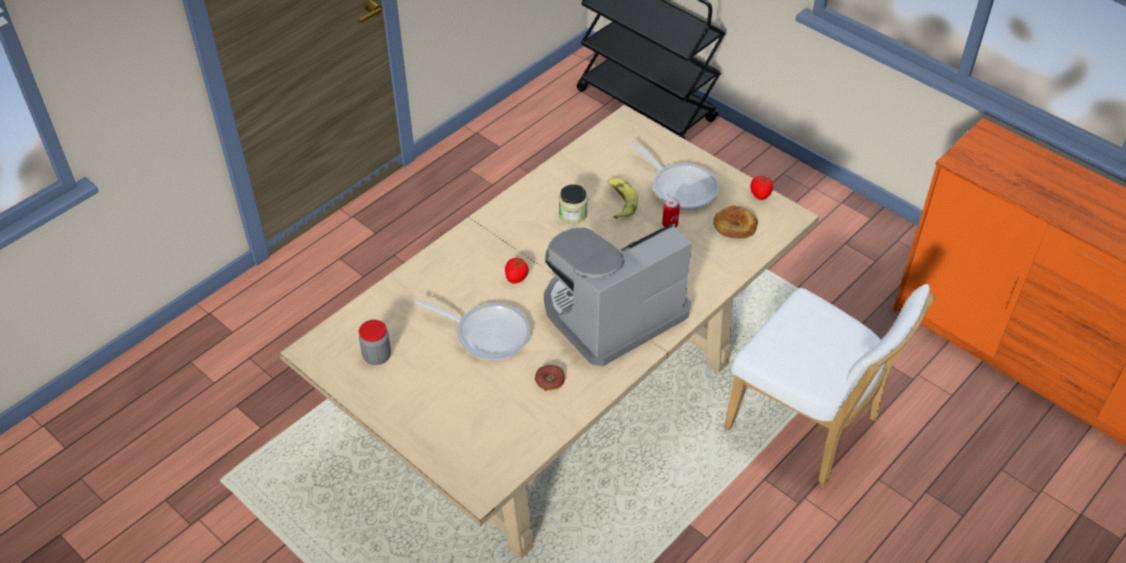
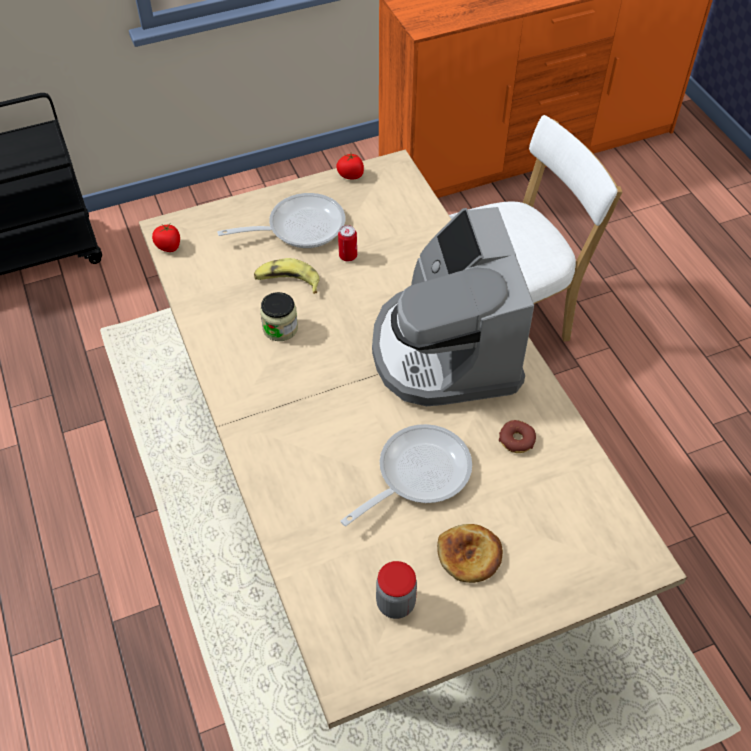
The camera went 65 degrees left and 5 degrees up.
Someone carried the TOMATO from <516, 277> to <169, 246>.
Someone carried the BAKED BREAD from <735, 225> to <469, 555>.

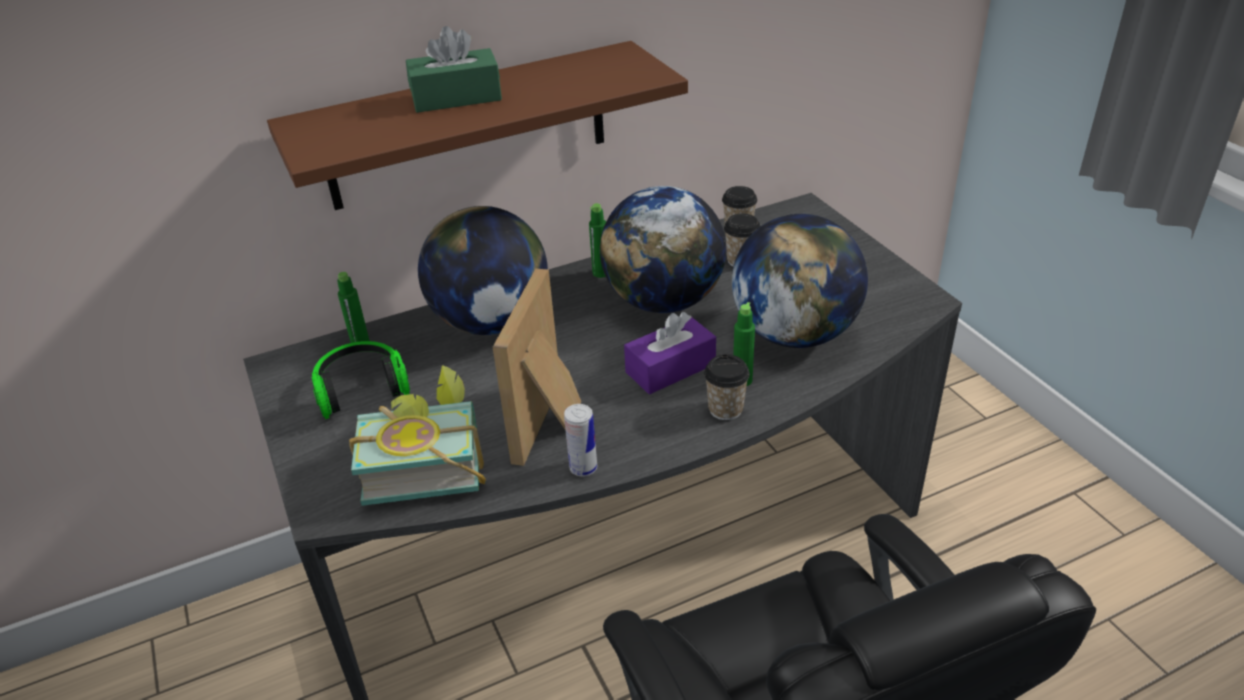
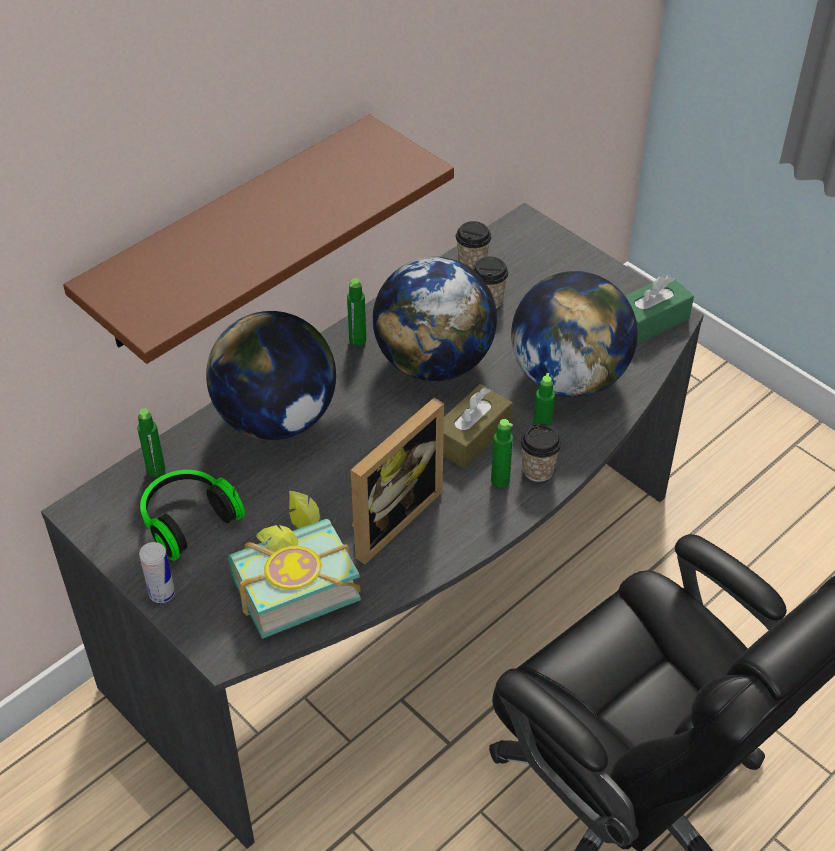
The camera went 20 degrees left and 10 degrees up.
Someone carried the GREEN-COLOURED BOX OF TISSUES from <456, 97> to <650, 321>.
Someone rotated the PICTURE FRAME at <551, 423> by 135 degrees counterclockwise.
Someone carried the CAN from <583, 468> to <162, 593>.
Someone repainted the PURPLE BOX OF TISSUES at <670, 368>, which became the BROWN BOX OF TISSUES at <472, 437>.
Someone put down the GREEN-COLOURED DRINK BOTTLE at <500, 480>.

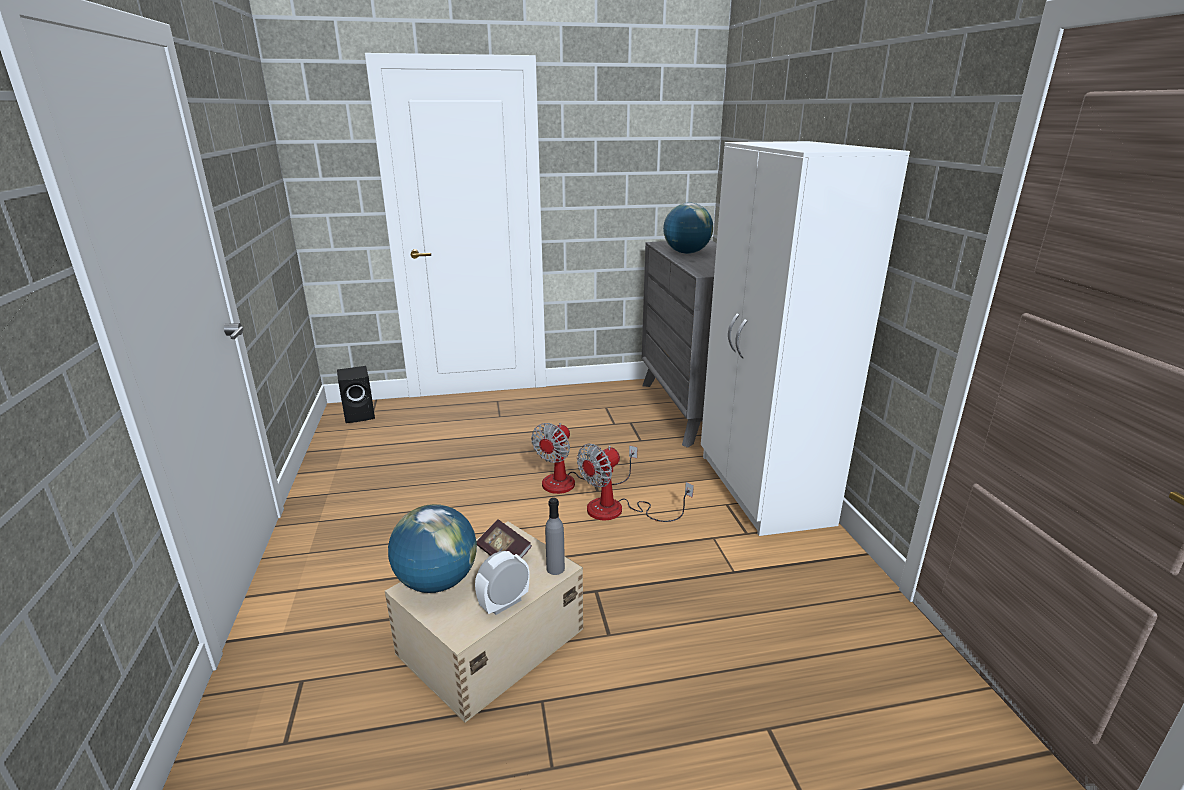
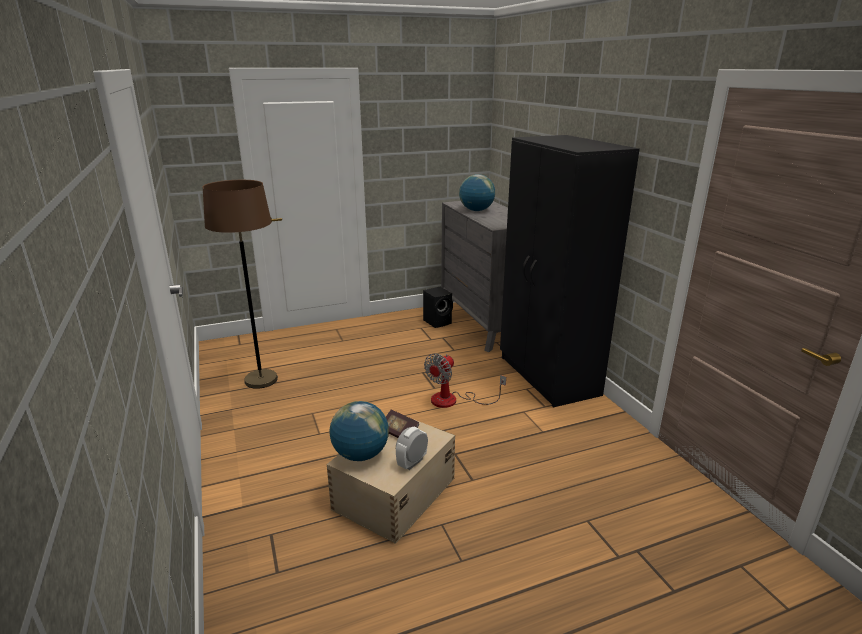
The camera went 10 degrees left and 0 degrees up.
Someone carried the BLACK AUDIO SPEAKER from <360, 415> to <438, 322>.
Someone took away the ELECTRIC FAN at <571, 483>.
Someone took away the GREYISH DRINK BOTTLE at <555, 568>.
Someone repainted the WHITISH WARDROBE at <762, 489>, which became the BLACK WARDROBE at <548, 376>.
Someone put down the BROWN STANDING LAMP at <261, 380>.

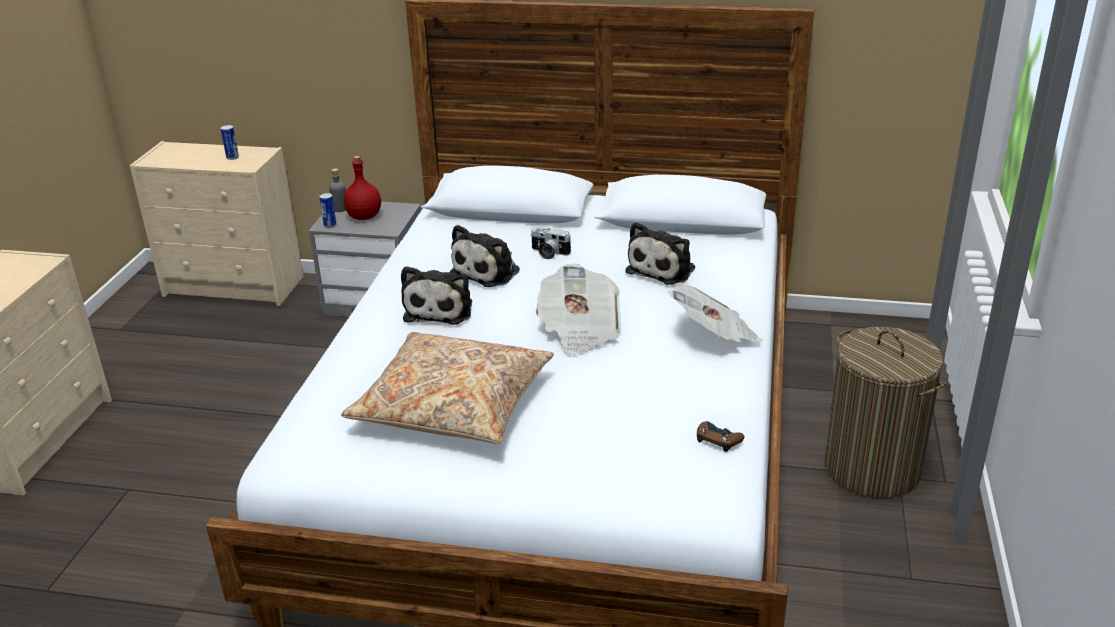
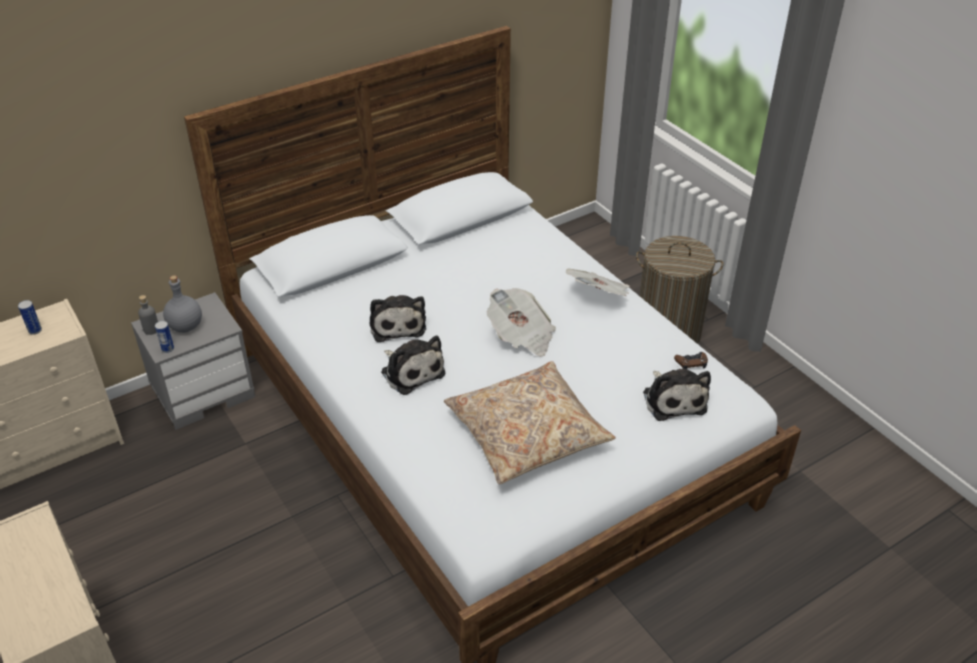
The camera went 45 degrees left and 10 degrees up.
Someone repainted the REDDISH DRINK BOTTLE at <364, 217>, which became the GREYISH DRINK BOTTLE at <186, 327>.
Someone took away the STILL CAMERA at <548, 253>.
Someone carried the CUDDLY TOY from <663, 269> to <673, 399>.

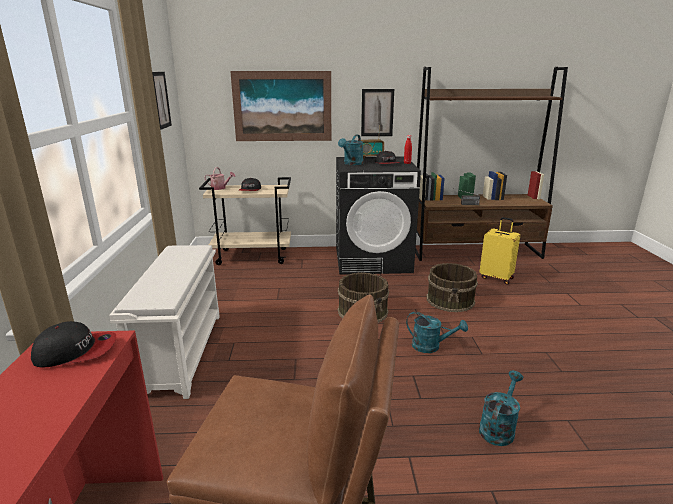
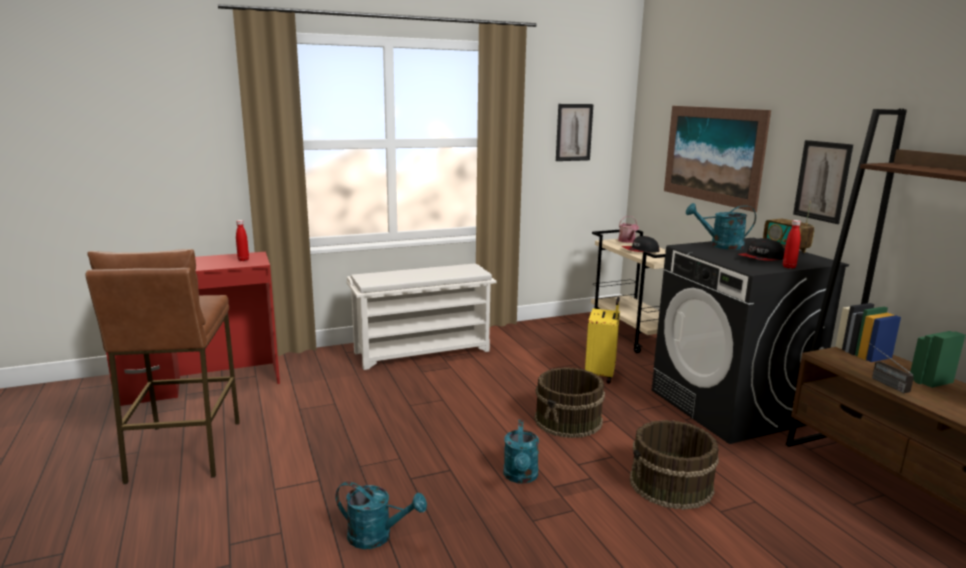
The camera went 70 degrees right and 5 degrees down.
Someone swapped the CAP at <76, 351> for the REDDISH DRINK BOTTLE at <243, 260>.
Someone carried the YELLOW TRAVEL CASE from <496, 278> to <601, 375>.

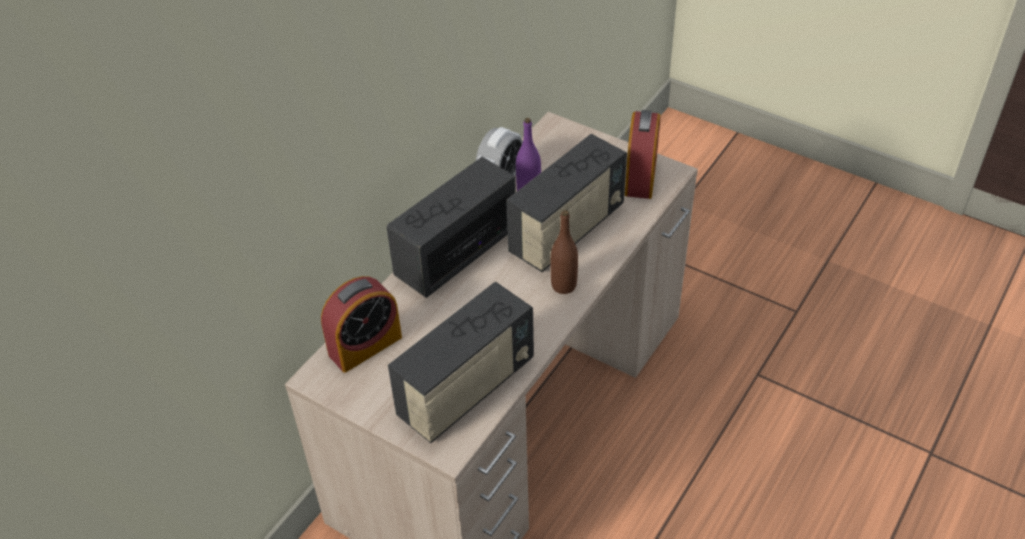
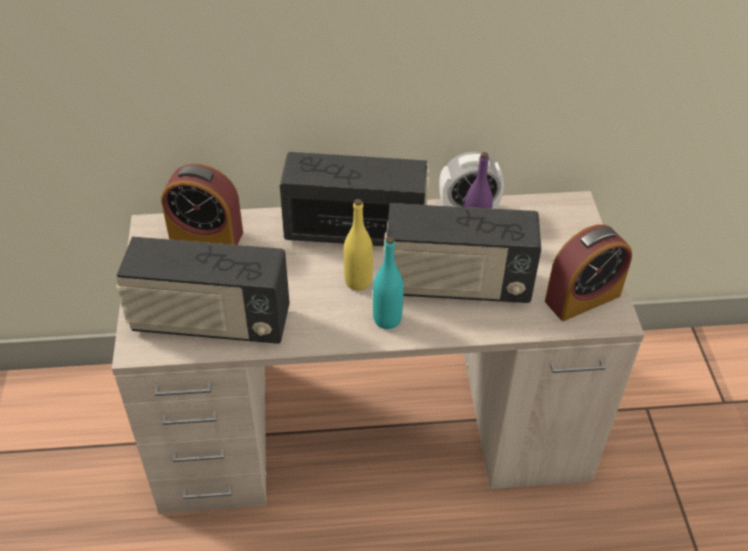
The camera went 50 degrees right and 0 degrees up.
Someone repainted the BROWN DRINK BOTTLE at <563, 285>, which became the BLUE-GREEN DRINK BOTTLE at <387, 319>.
Someone put down the YELLOW DRINK BOTTLE at <358, 281>.

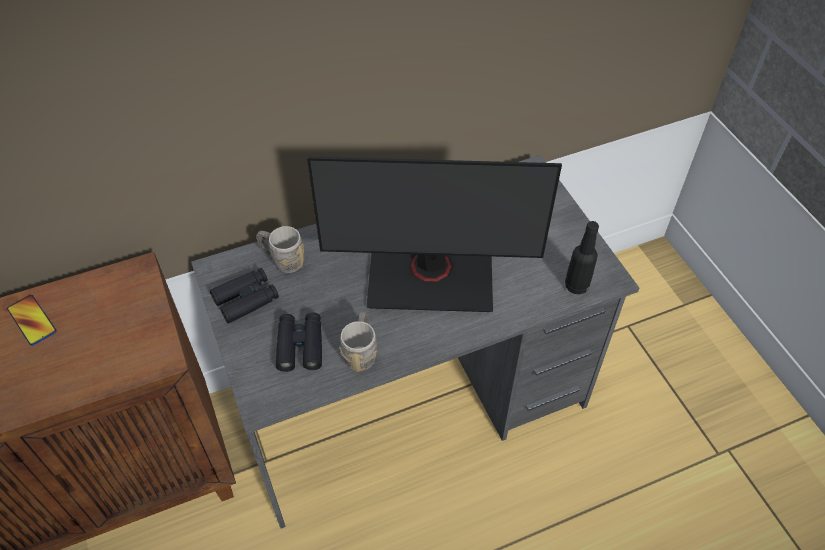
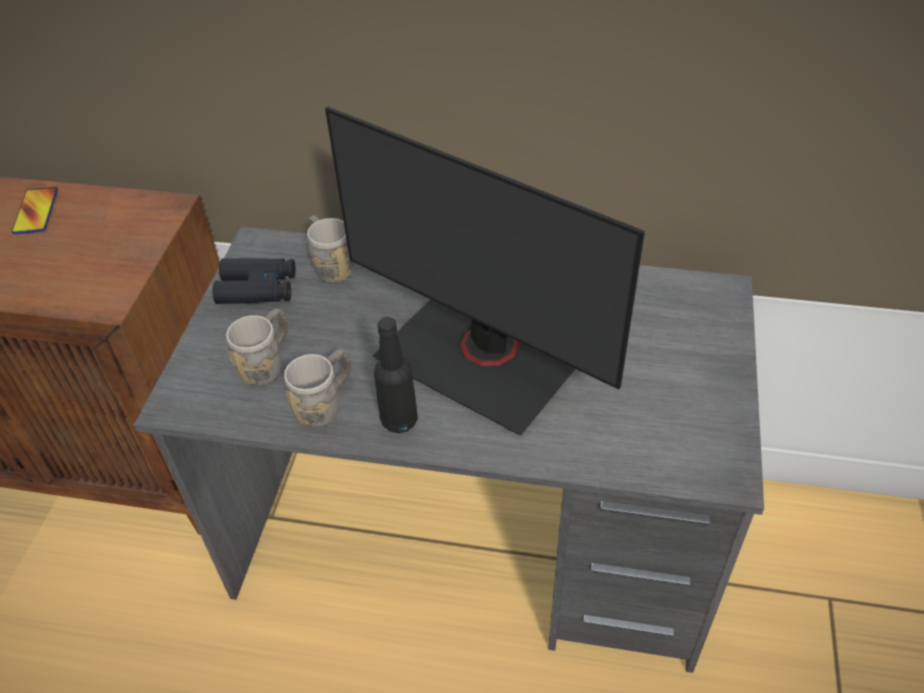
The camera went 35 degrees right and 5 degrees down.
Someone swapped the BLACK BINOCULARS at <300, 346> for the GREYISH MUG at <267, 364>.
Someone carried the BLACK DRINK BOTTLE from <576, 286> to <399, 420>.

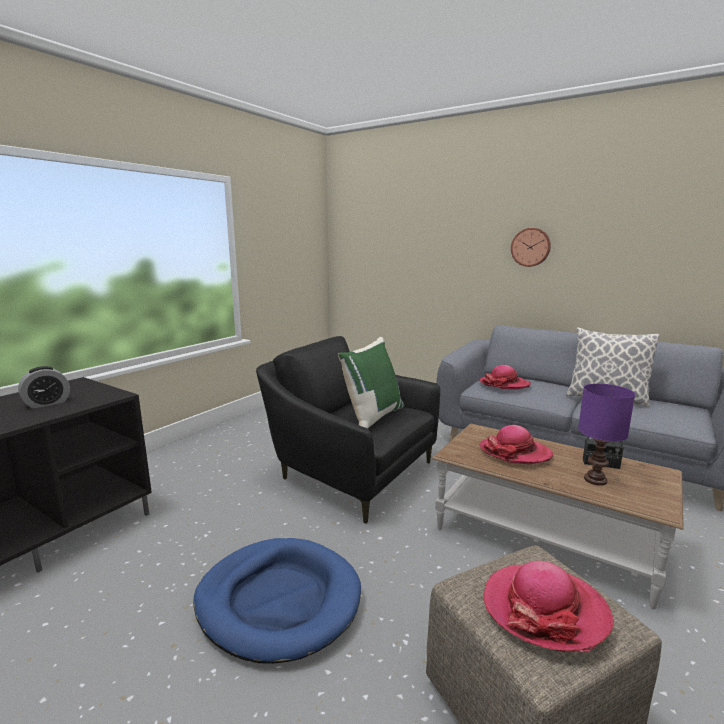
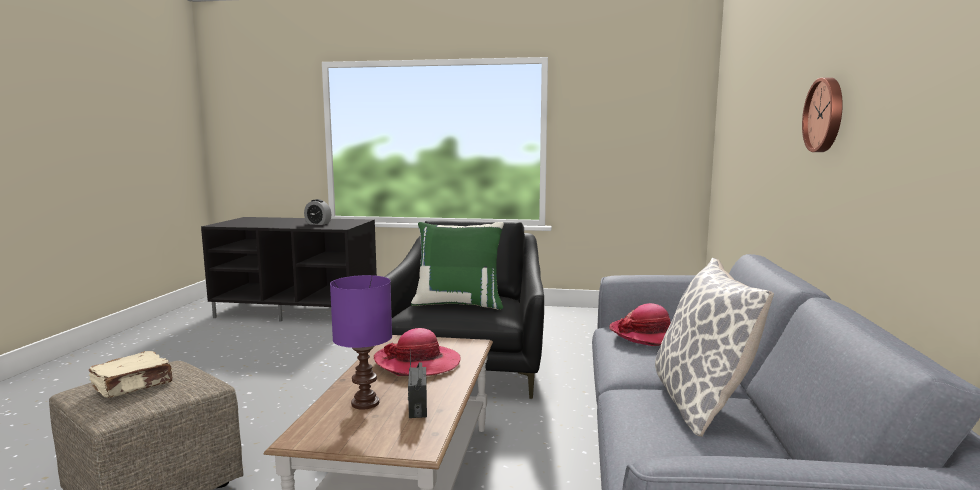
The camera went 65 degrees right and 5 degrees down.
Someone took away the BLUE PET BED at <279, 600>.
Someone swapped the HAT at <544, 609> for the SAND-COLOURED BOUND BOOK at <134, 386>.

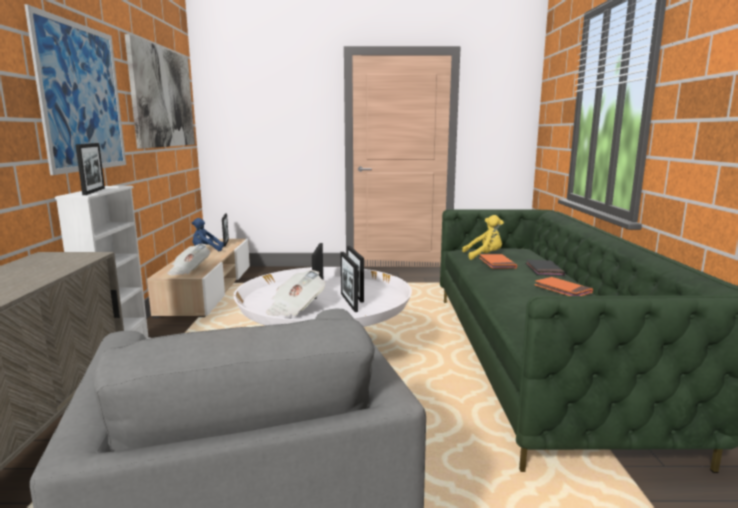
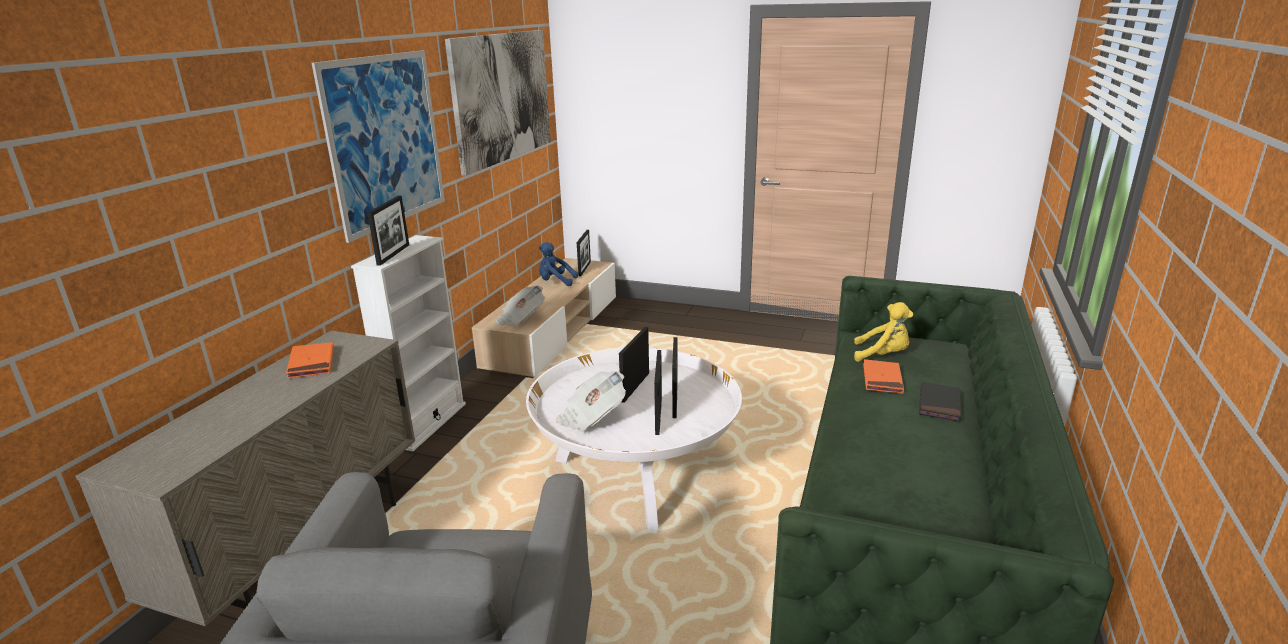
The camera went 20 degrees right and 10 degrees up.
Someone carried the ORANGEY BOUND BOOK from <562, 290> to <311, 363>.

